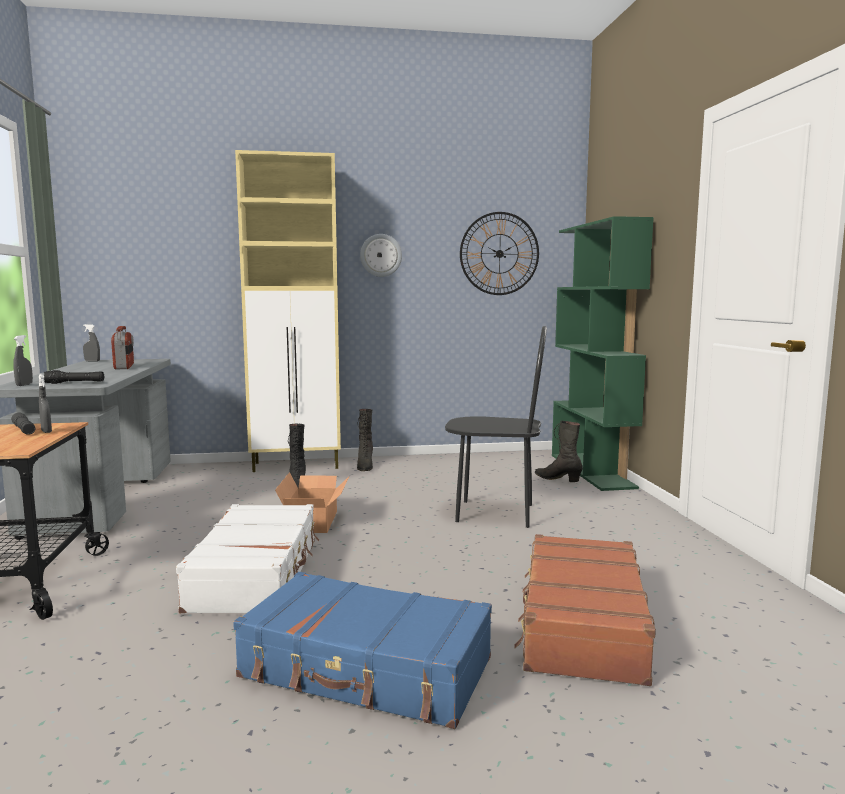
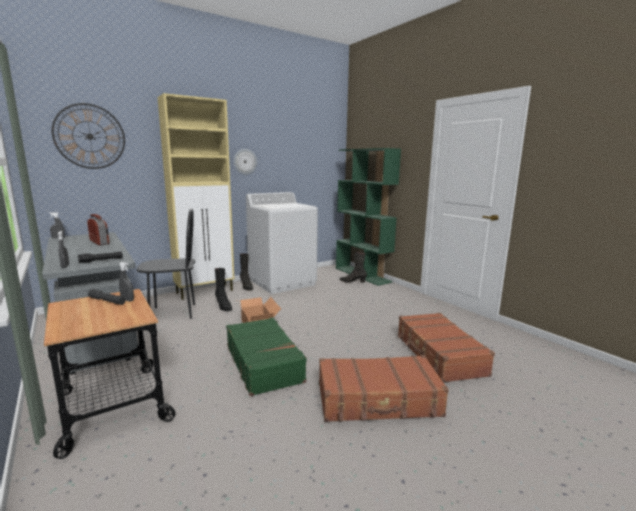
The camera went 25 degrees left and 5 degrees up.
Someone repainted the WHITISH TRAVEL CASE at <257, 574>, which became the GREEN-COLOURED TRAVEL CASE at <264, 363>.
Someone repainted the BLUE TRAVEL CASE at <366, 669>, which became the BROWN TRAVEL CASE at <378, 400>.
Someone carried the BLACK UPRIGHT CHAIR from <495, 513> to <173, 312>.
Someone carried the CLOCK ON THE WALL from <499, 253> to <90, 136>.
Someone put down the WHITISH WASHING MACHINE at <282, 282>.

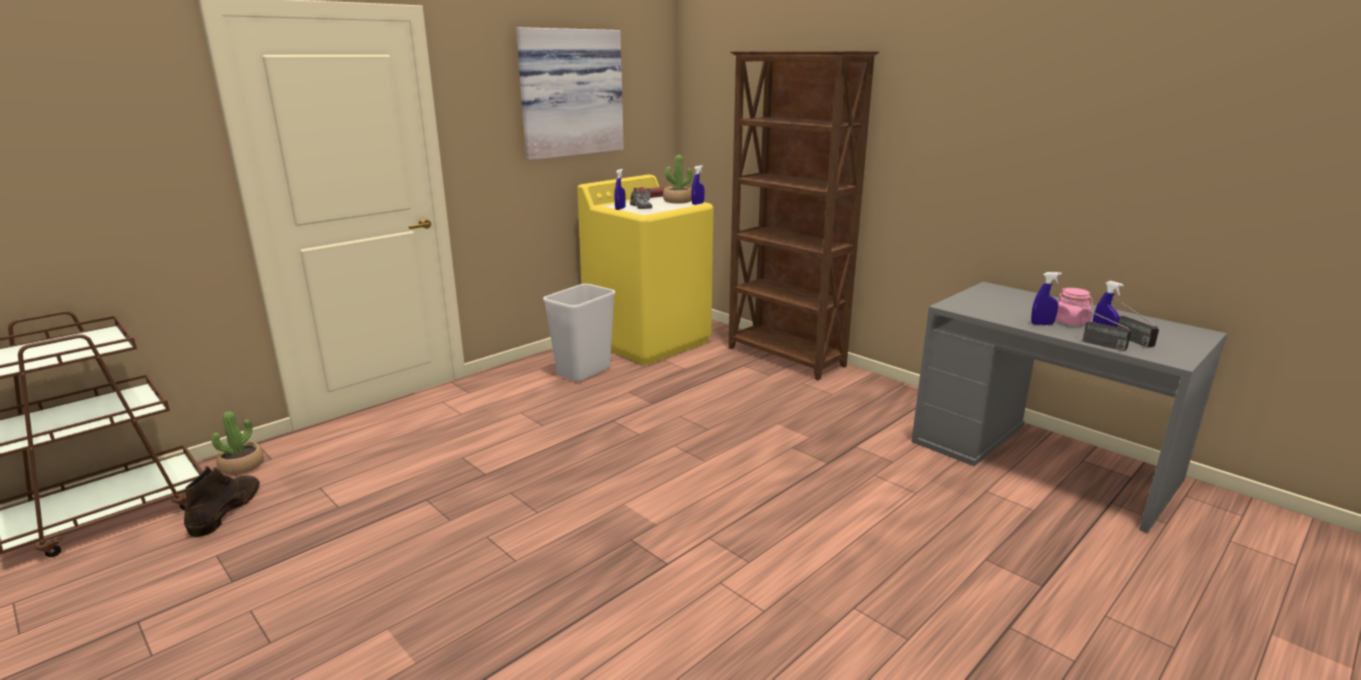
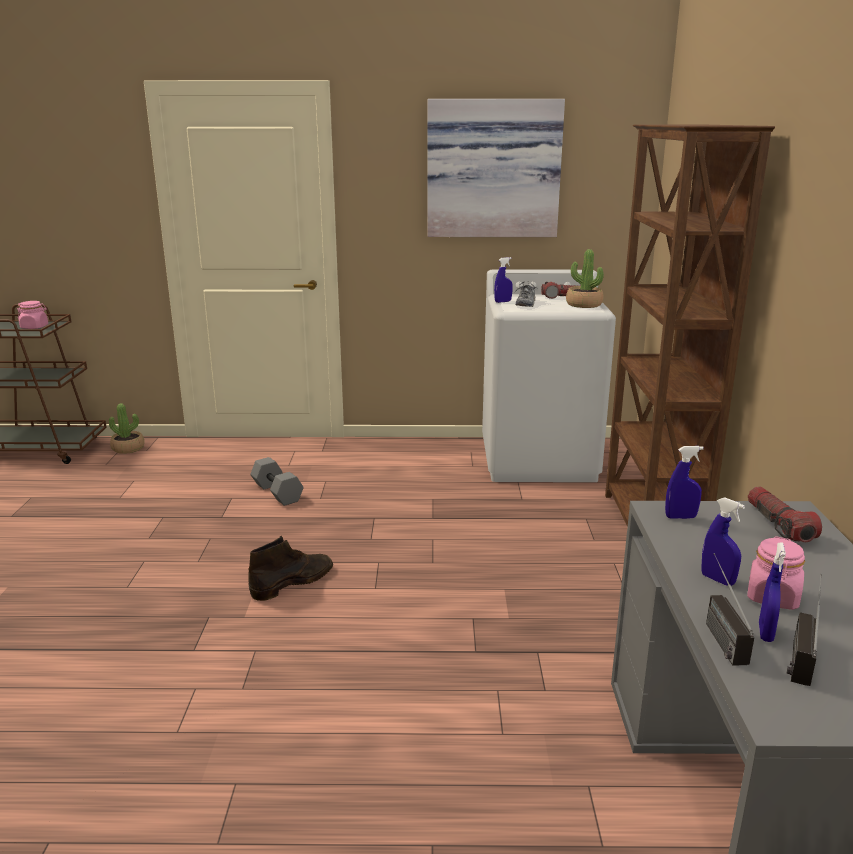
The camera went 45 degrees right and 0 degrees up.
Someone carried the BROWN TALL BOOT from <226, 509> to <293, 582>.
Someone took away the WHITISH WASTE BIN at <583, 371>.
Someone repainted the YELLOW WASHING MACHINE at <648, 341>, which became the WHITISH WASHING MACHINE at <539, 460>.
Someone carried the BLUE HAND SPRAYER from <697, 204> to <680, 517>.
Someone put down the PINK-COLOURED STORAGE JAR at <34, 327>.
Someone put down the GREYISH DUMBBELL at <278, 492>.
Someone put down the TORCH at <778, 525>.

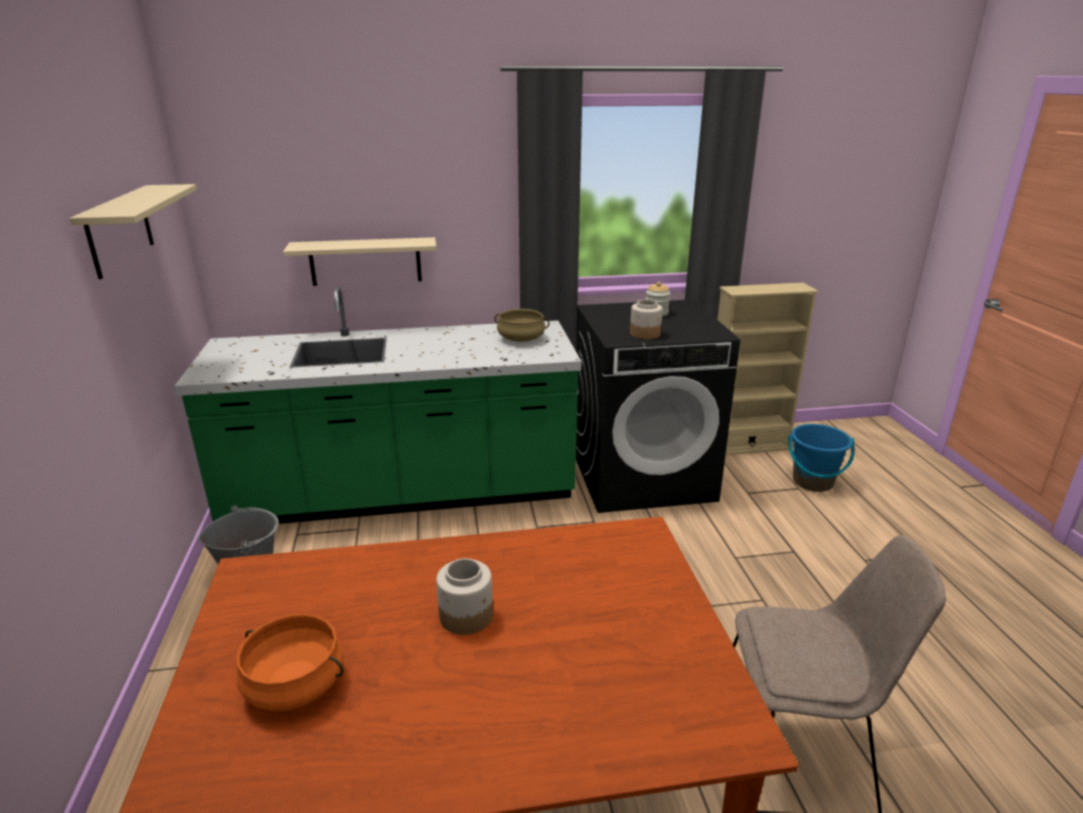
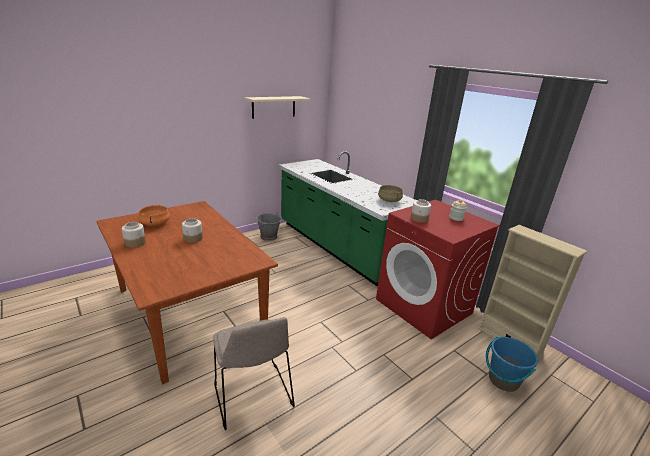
The camera went 60 degrees right and 0 degrees up.
Someone took away the SAND-COLOURED BRACKET SHELF at <365, 261>.
Someone repainted the BLACK WASHING MACHINE at <643, 476>, which became the REDDISH WASHING MACHINE at <424, 306>.
Someone put down the STORAGE JAR at <135, 243>.

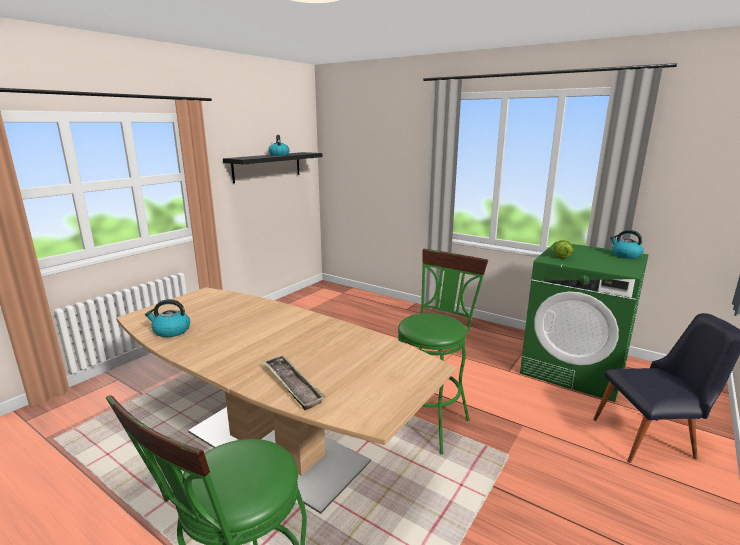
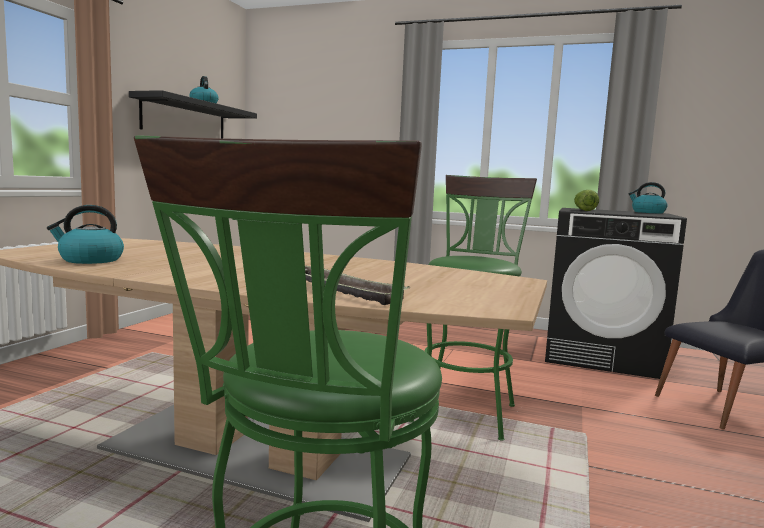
The camera went 15 degrees left and 10 degrees down.
Someone repainted the GREEN-COLOURED WASHING MACHINE at <574, 369>, which became the BLACK WASHING MACHINE at <602, 355>.

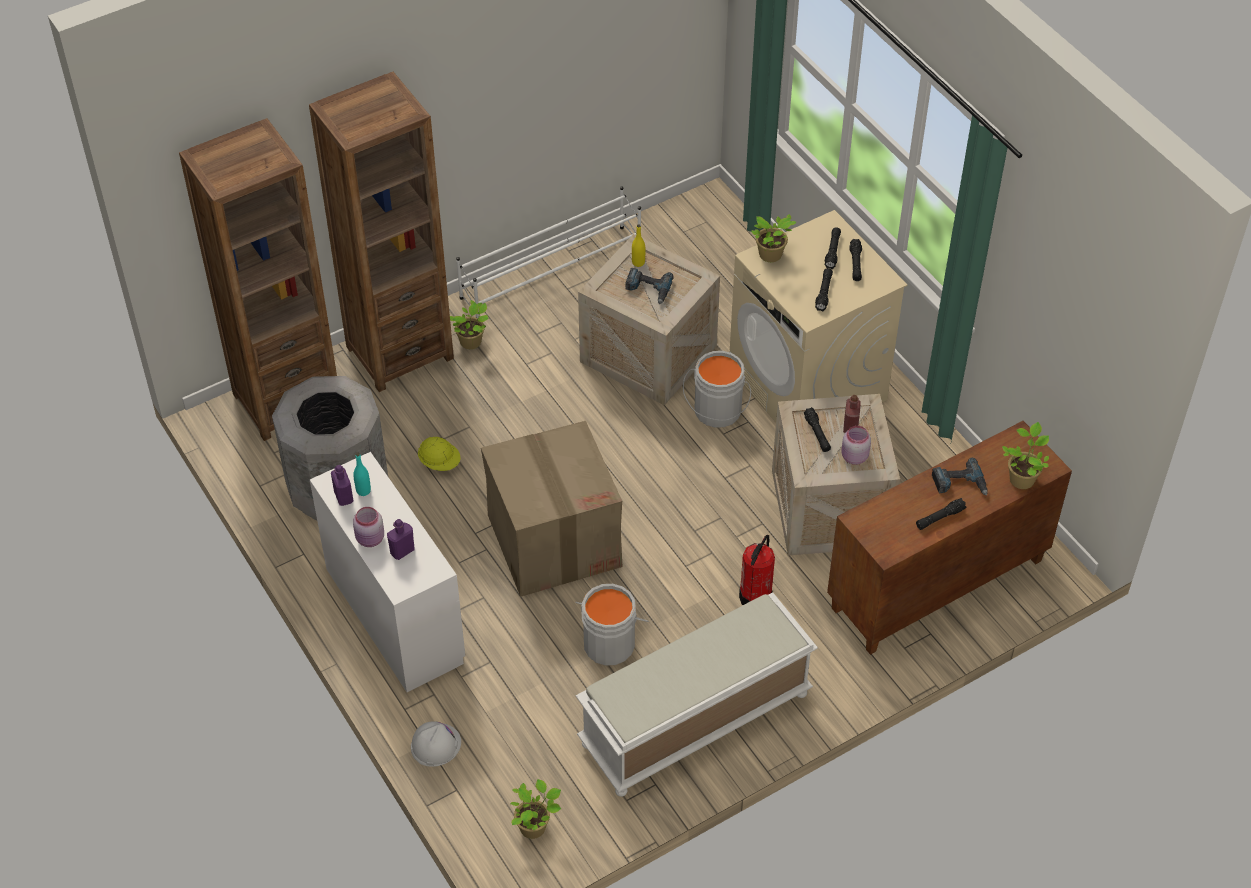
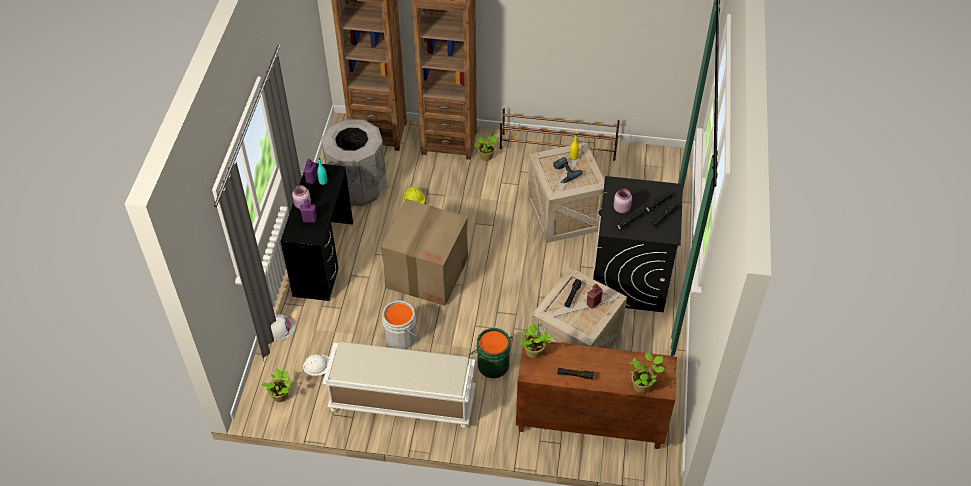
The camera went 40 degrees right and 0 degrees up.
Someone repainted the WHITISH DESK UNIT at <394, 615>, which became the BLACK DESK UNIT at <323, 258>.
Someone repainted the WHITISH SHOE STAND at <552, 272>, which became the BROWN SHOE STAND at <558, 147>.
Someone took away the GREYISH WATER BUCKET at <716, 412>.
Someone repainted the SAND-COLOURED WASHING MACHINE at <808, 385>, which became the BLACK WASHING MACHINE at <629, 278>.
Someone swapped the EXTINGUISHER at <755, 597> for the GREEN-COLOURED WATER BUCKET at <492, 363>.
Someone carried the PLANT IN A POT from <771, 256> to <533, 353>.
Someone carried the PINK-COLOURED STORAGE JAR from <853, 457> to <621, 208>.
Someone took away the ELECTRIC DRILL at <959, 484>.
Someone put down the WHITISH SAFETY HELMET at <319, 369>.

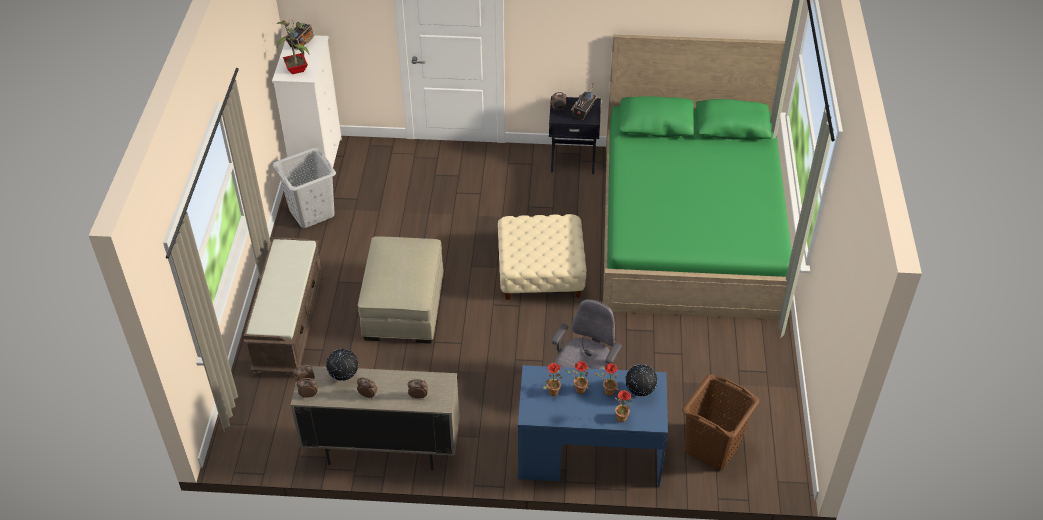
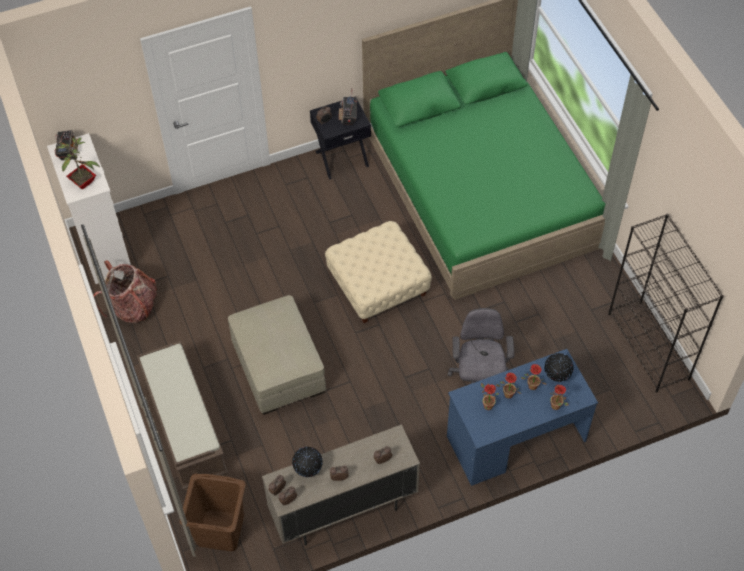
The camera went 25 degrees left and 10 degrees up.
Someone swapped the GREYISH HAMPER at <311, 212> for the RUCKSACK at <133, 307>.
Someone carried the BROWN HAMPER from <711, 448> to <219, 530>.
Someone put down the BLACK BOOKSHELF at <649, 346>.

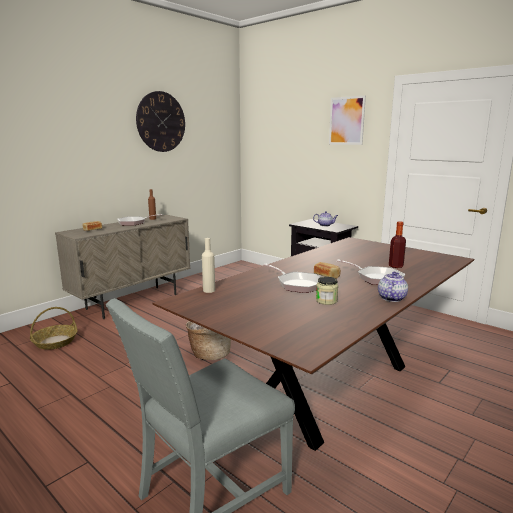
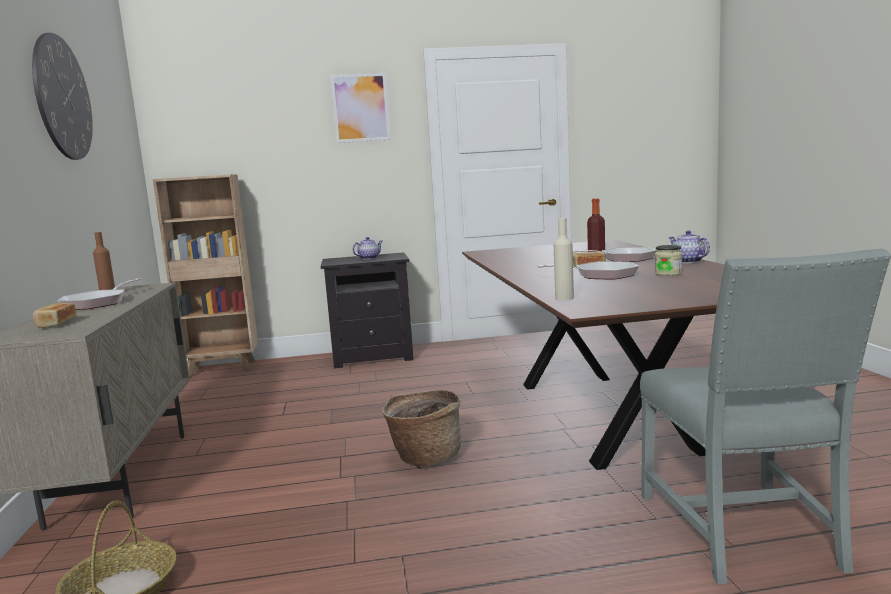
The camera went 50 degrees left and 5 degrees down.
Someone put down the BROWN BOOKSHELF at <222, 369>.

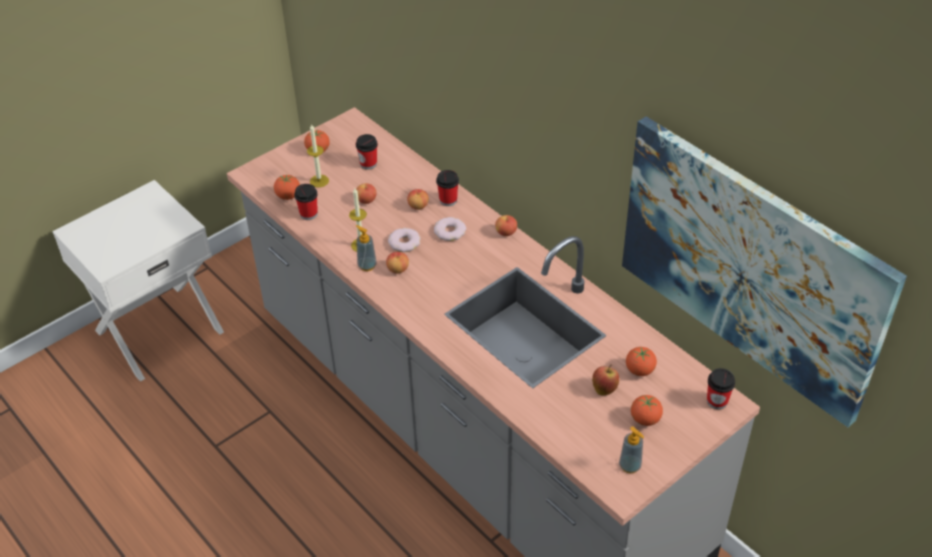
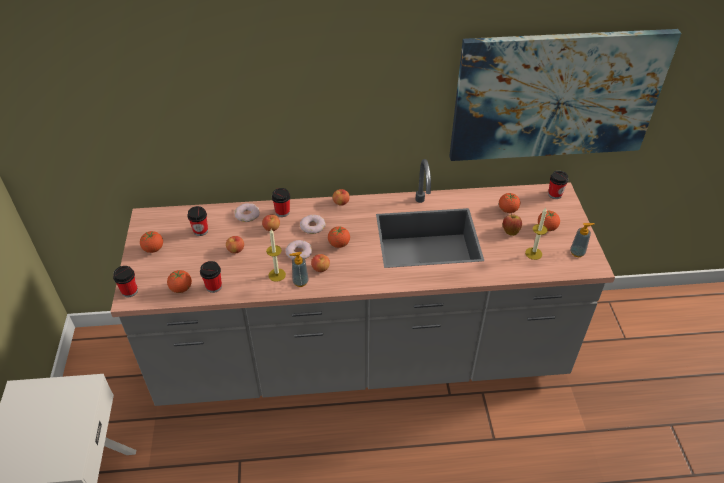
The camera went 55 degrees left and 0 degrees up.
Someone carried the WAX CANDLE from <319, 181> to <533, 253>.
Someone put down the SMALL CUP at <129, 291>.
Someone put down the DONUT at <247, 215>.
Someone put down the TOMATO at <339, 244>.

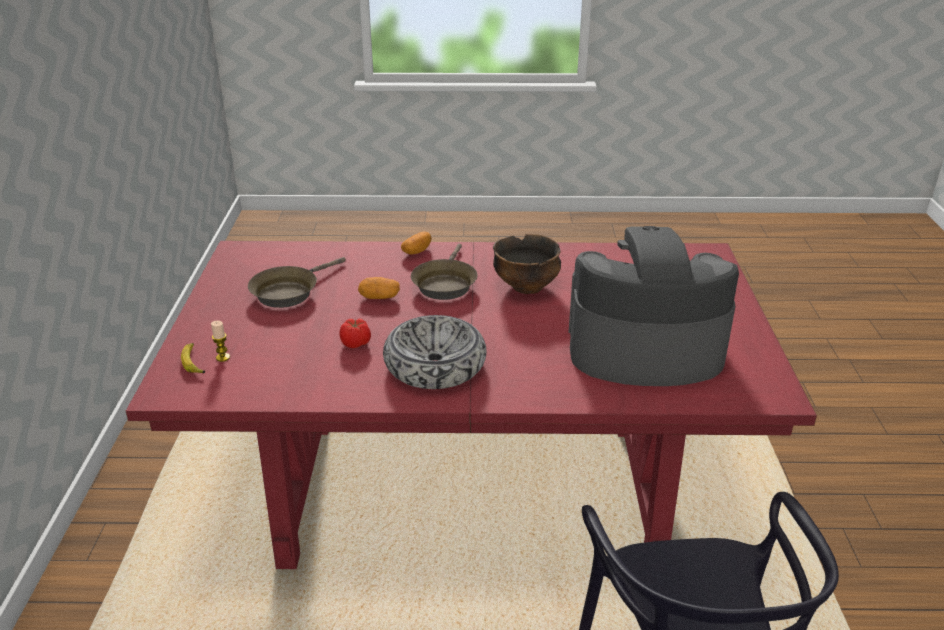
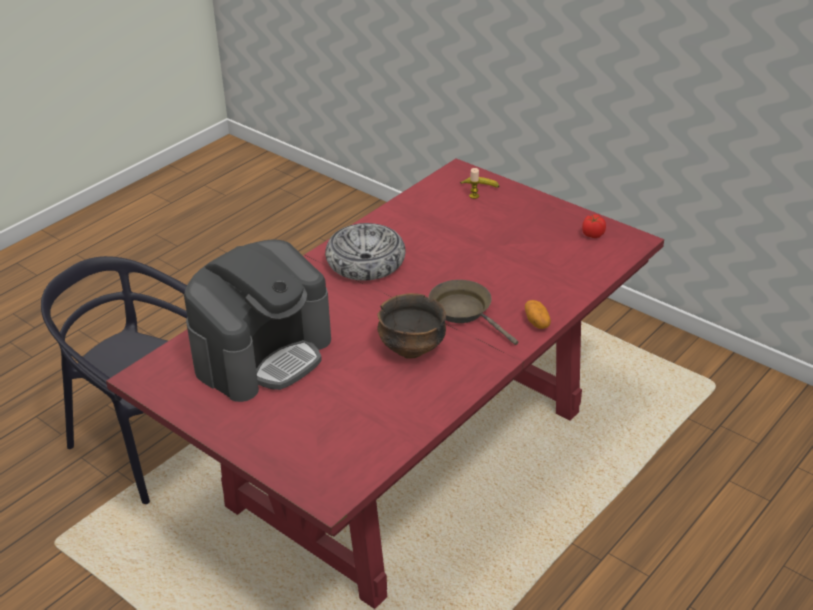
The camera went 130 degrees right and 5 degrees up.
Someone took away the BROWN FRYING PAN at <289, 292>.
Someone carried the TOMATO from <356, 343> to <592, 234>.
Someone took away the SPUD at <379, 297>.

